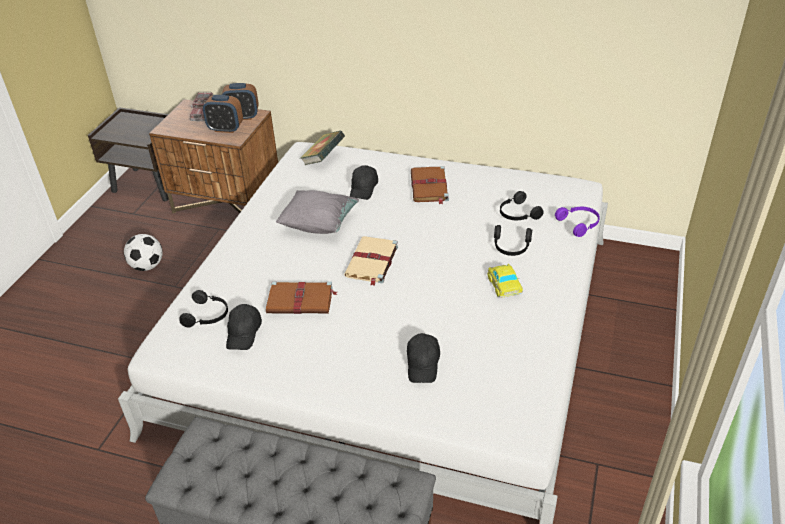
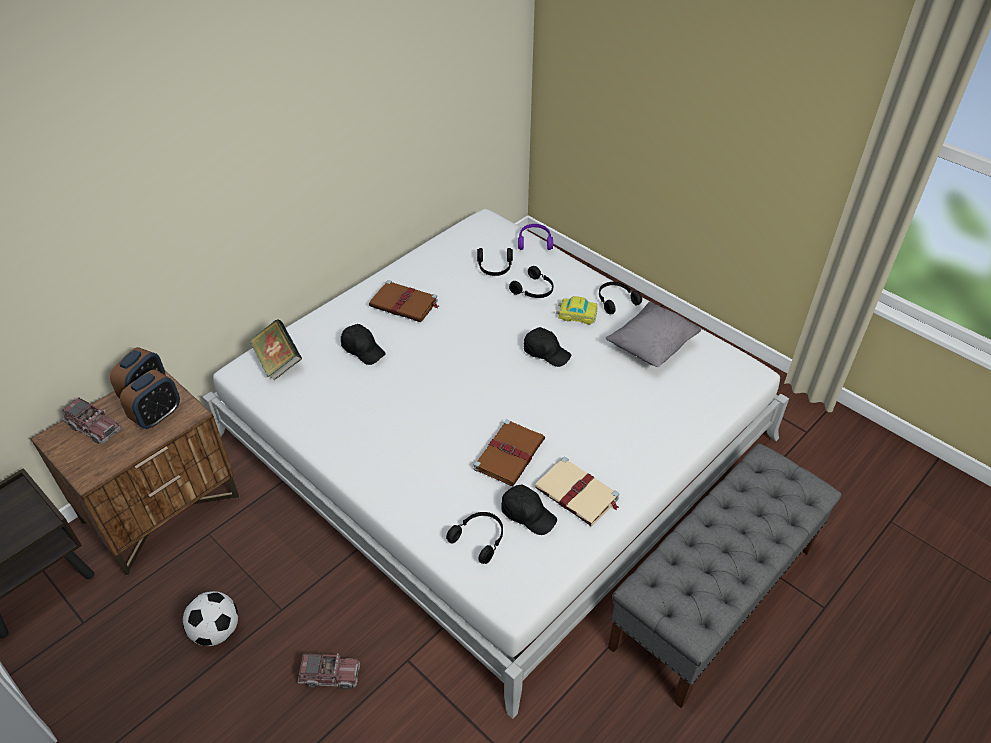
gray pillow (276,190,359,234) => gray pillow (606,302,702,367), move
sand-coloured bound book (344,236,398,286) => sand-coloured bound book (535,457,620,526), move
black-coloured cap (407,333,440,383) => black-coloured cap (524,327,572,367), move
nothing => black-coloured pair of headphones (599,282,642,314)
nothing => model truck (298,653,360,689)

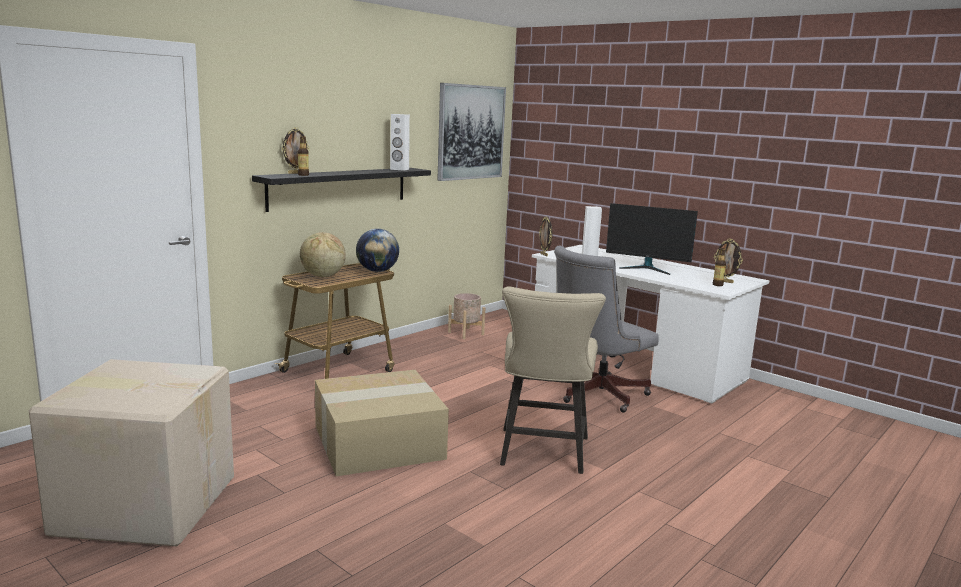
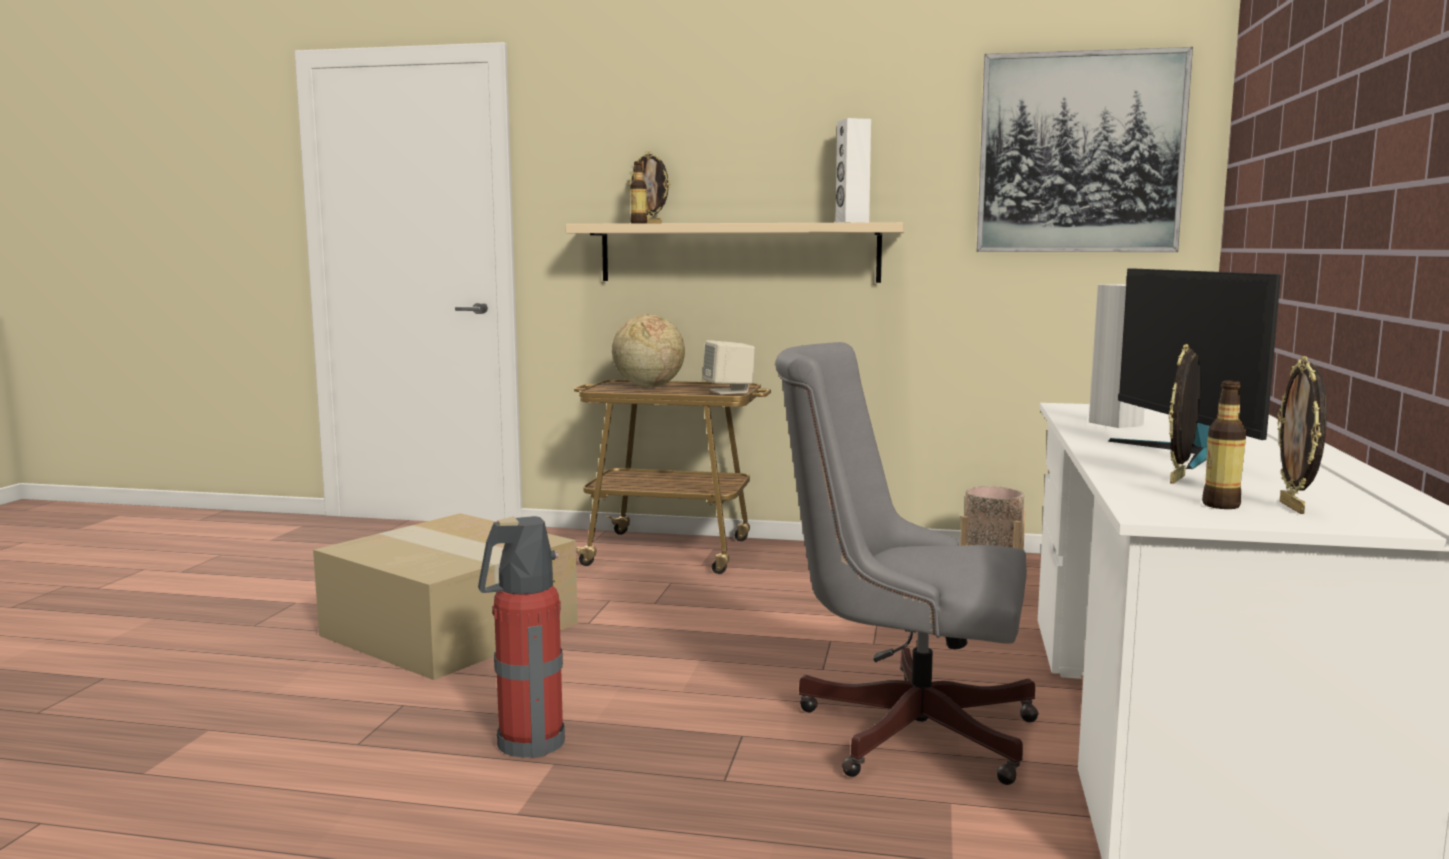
black-coloured wall shelf (252,168,431,212) => sand-coloured wall shelf (566,222,905,283)
photo frame (539,216,553,257) => photo frame (1169,344,1200,484), move
world globe (356,229,399,272) => sand-coloured speaker (703,340,755,394)
sand-coloured plain chair (500,286,606,474) => fire extinguisher (478,516,565,759)
cardboard box (29,359,234,546) => nothing

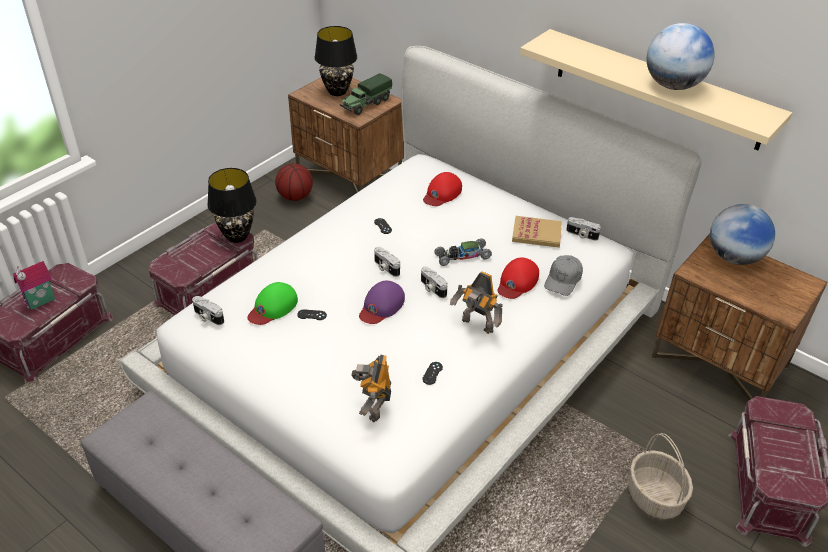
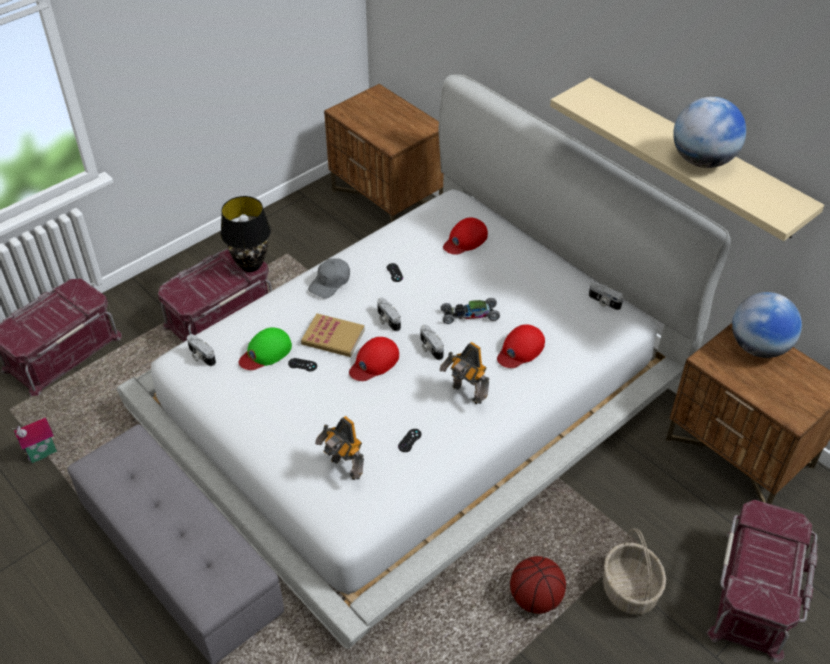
black-coloured tabletop lamp (315,26,357,96) => nothing
model truck (340,73,392,115) => nothing
basketball ball (275,163,313,201) => basketball ball (510,556,566,614), move
bound book (512,216,562,248) => bound book (301,313,365,357), move
gray cap (544,255,583,296) => gray cap (308,258,350,299), move
model house (12,261,55,310) => model house (12,417,57,463), move
purple cap (359,281,405,324) => red cap (349,337,399,381)
model robot (351,355,391,422) => model robot (315,416,364,480), 60 degrees counterclockwise

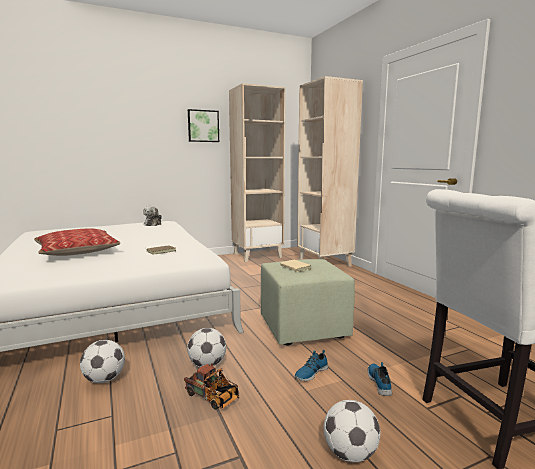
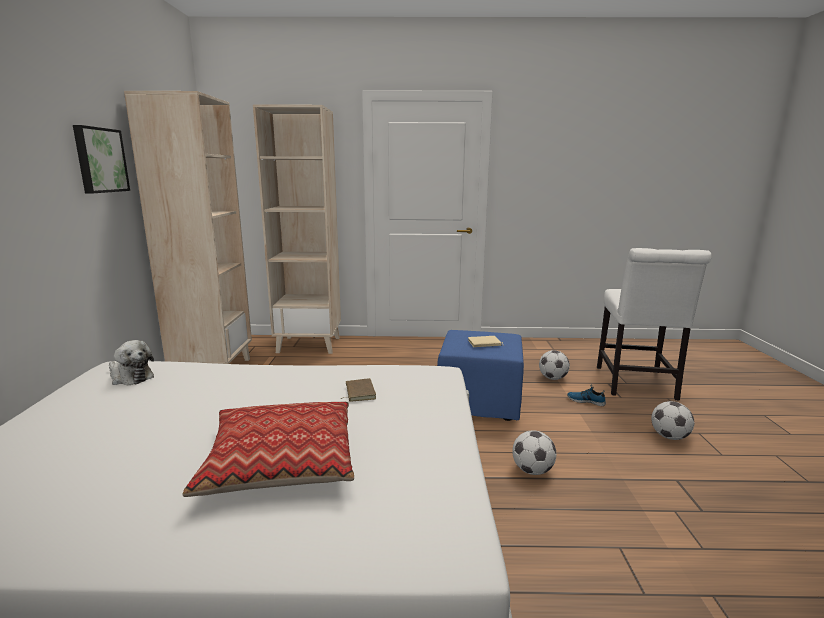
green pouffe (261,259,355,346) => bluish pouffe (437,330,524,421)
ball for football (80,340,125,383) => ball for football (539,350,570,380), move
item of footwear (294,350,328,381) => nothing
model truck (184,363,239,410) => nothing

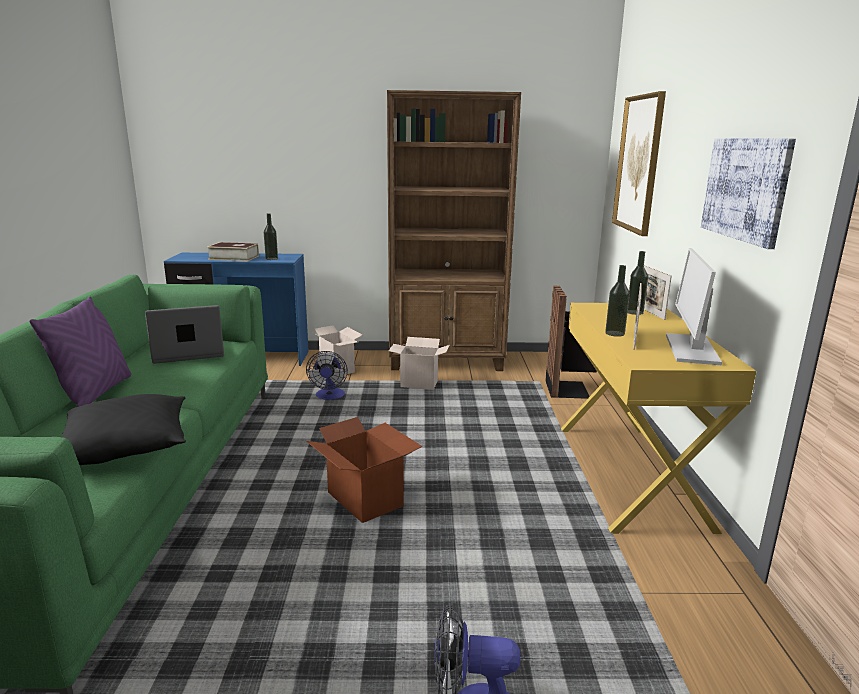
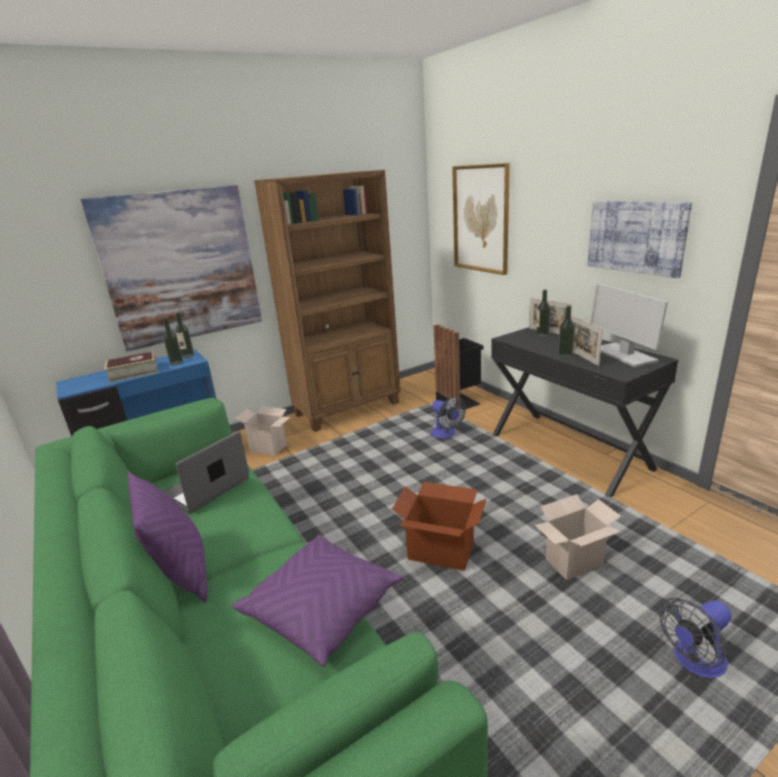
yellowish desk unit (561,303,757,534) => black-coloured desk unit (491,327,678,497)
cardboard box (388,337,450,390) => cardboard box (535,494,622,580), move
fan (306,351,348,400) => fan (431,397,466,438), move
black-coloured pillow (61,394,186,465) => purple pillow (232,535,403,666)
nothing => wall picture (80,185,262,351)
nothing => bottle (175,312,194,358)

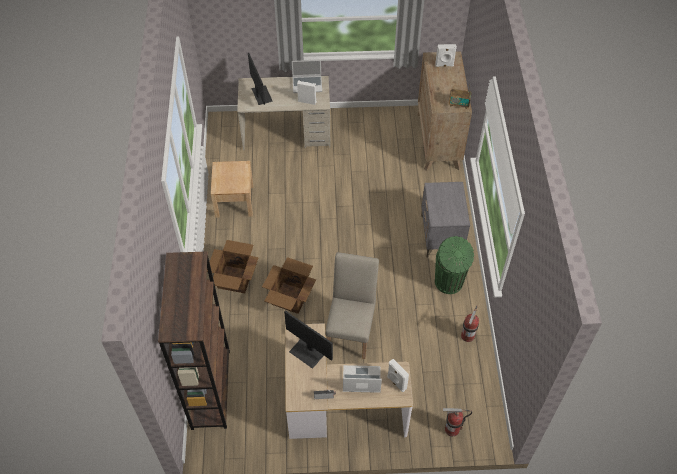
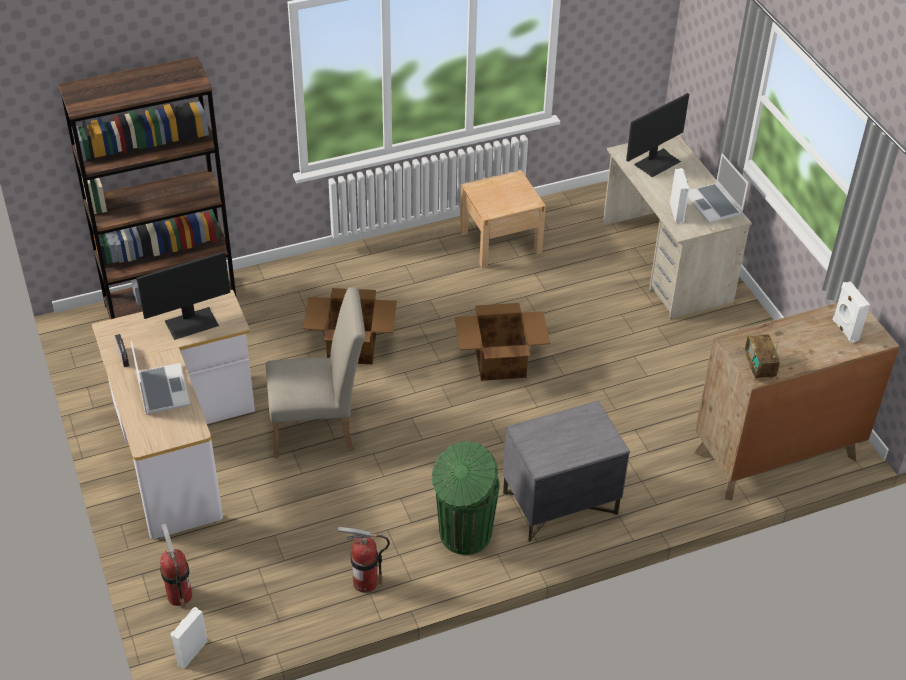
cardboard box (207,240,259,293) => cardboard box (455,303,550,381), move
monitor (284,310,333,369) => monitor (136,251,230,340), 135 degrees counterclockwise
whitish speaker (387,359,409,392) => whitish speaker (171,607,208,669), move

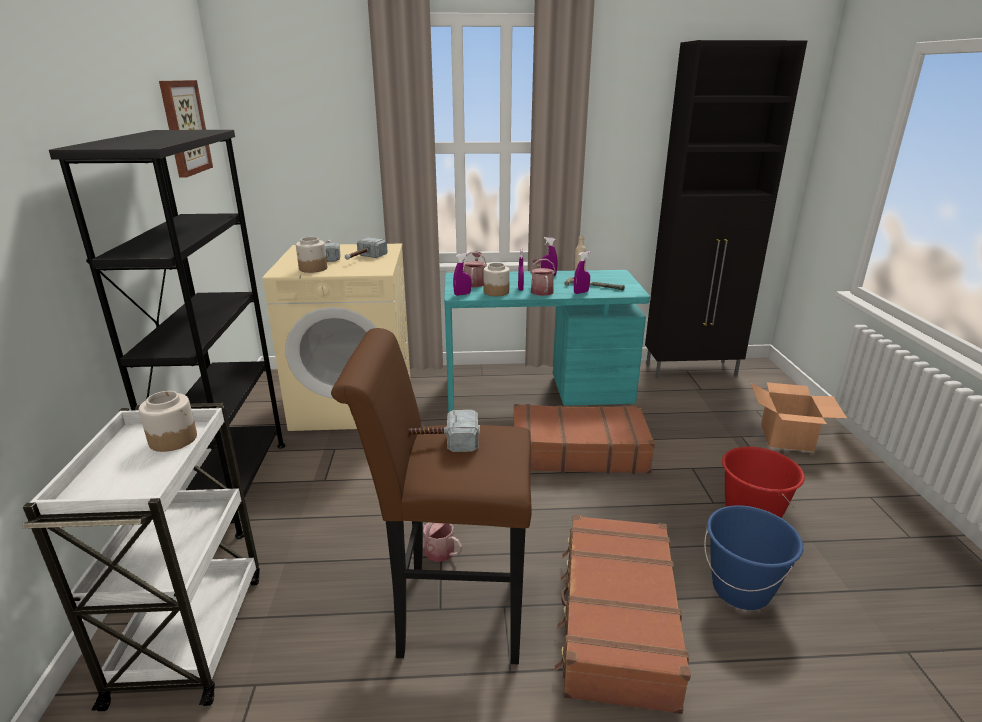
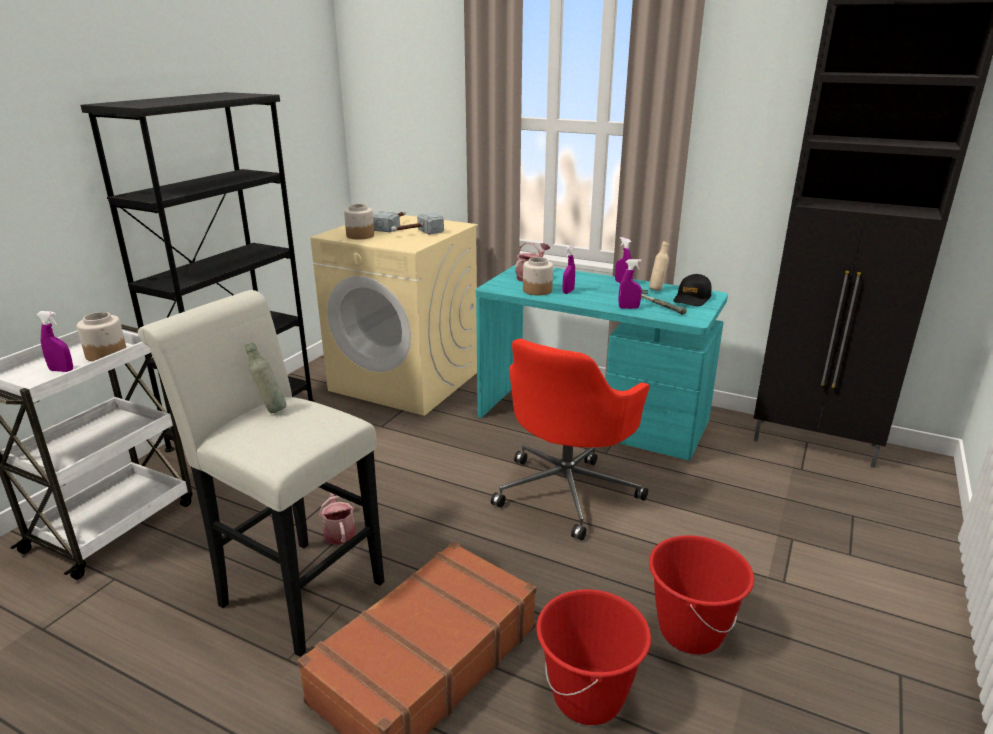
wall picture (159,80,213,178) => nothing
purple hand sprayer (453,253,471,296) => purple hand sprayer (36,311,73,372), move
watering can (530,258,556,296) => nothing
brown sitting stool (331,328,532,664) => whitish sitting stool (138,290,385,657)
cardboard box (751,382,847,452) => nothing
brown travel case (513,404,655,474) => red computer chair (491,339,650,541)
hand hammer (408,410,480,452) => gray bottle (245,343,286,413)
bluish bucket (704,505,803,610) => red bucket (537,589,651,725)
nothing => black-coloured cap (673,274,712,306)

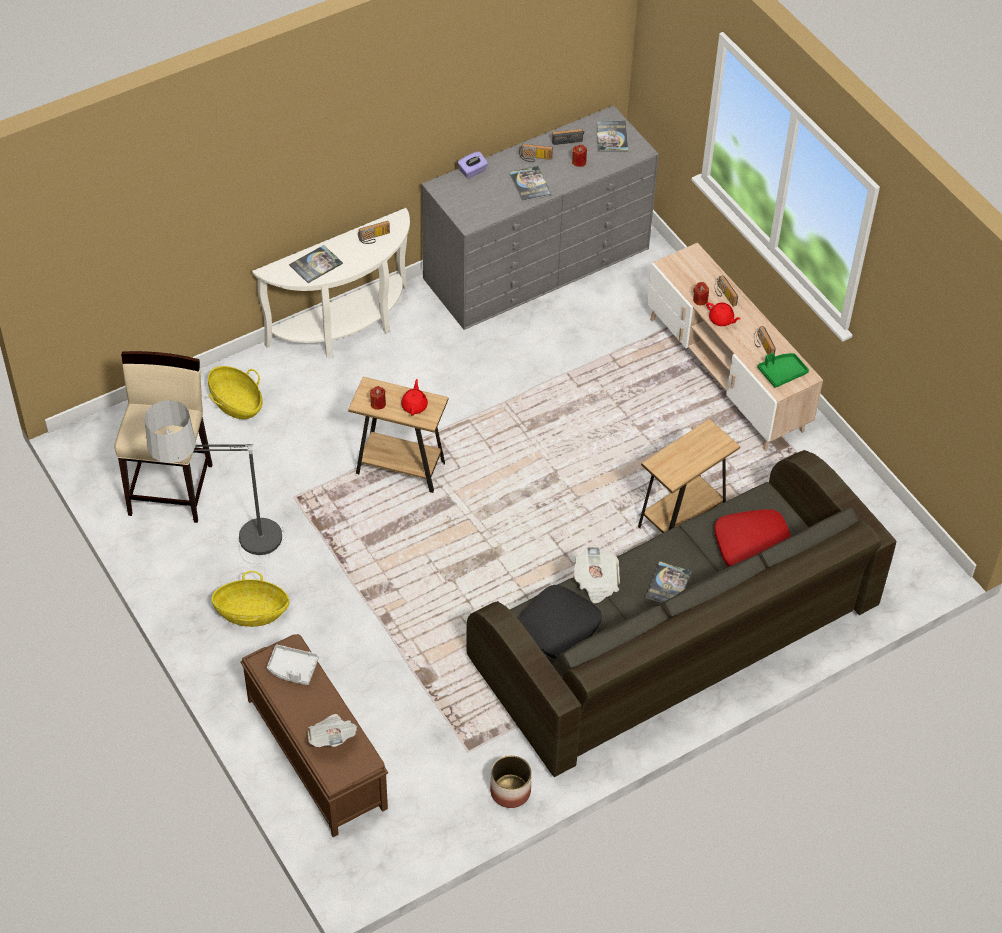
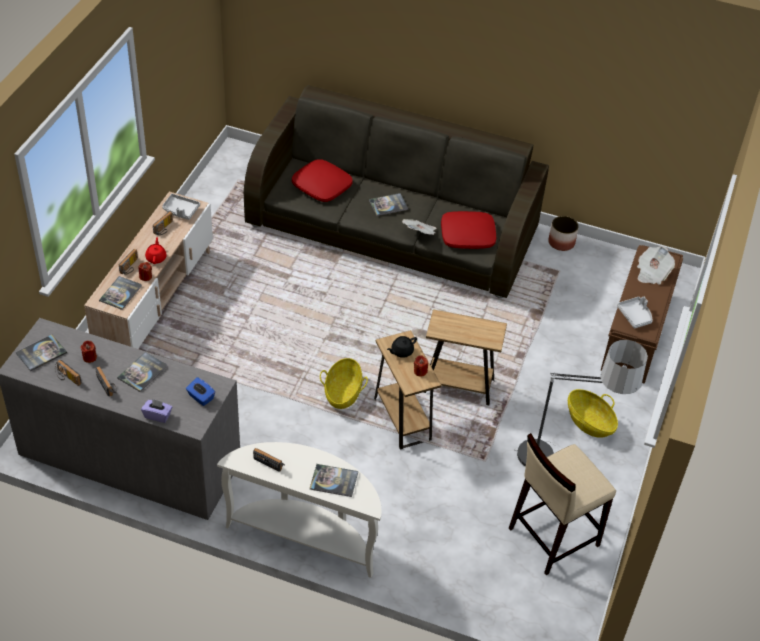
green serving tray (757,353,809,388) => gray serving tray (162,194,200,220)
household basket (208,366,263,419) => household basket (320,358,368,409), move
red tea pot (401,379,428,416) => black-coloured tea pot (387,336,417,358)
brown end table (638,419,740,533) => brown end table (423,309,507,405), move
black-coloured pillow (518,585,602,659) => red pillow (441,211,496,249)
nothing => bound book (99,276,142,310)
nothing => bluish tissue box (186,377,215,406)

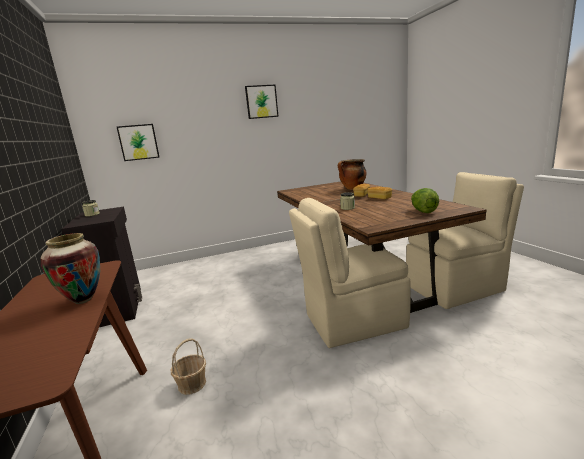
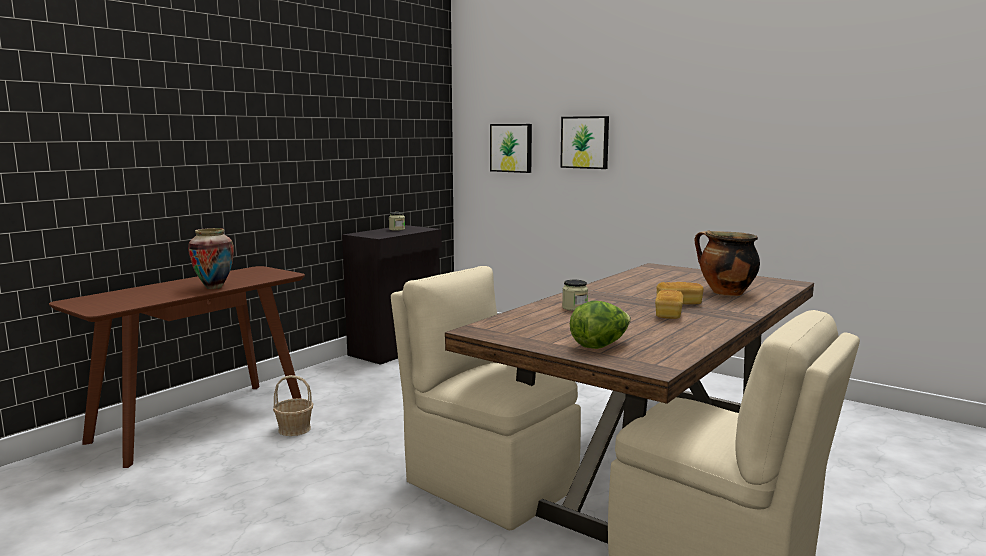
wall picture (245,85,279,119) => wall picture (560,116,609,169), move

